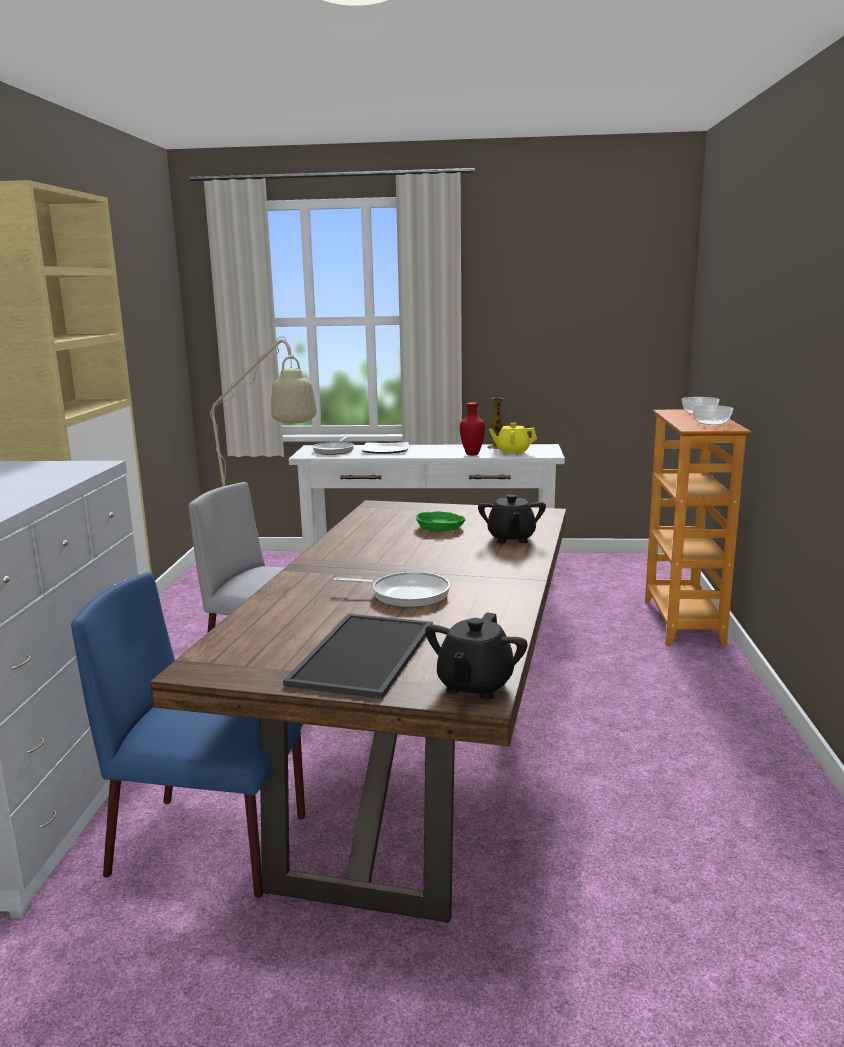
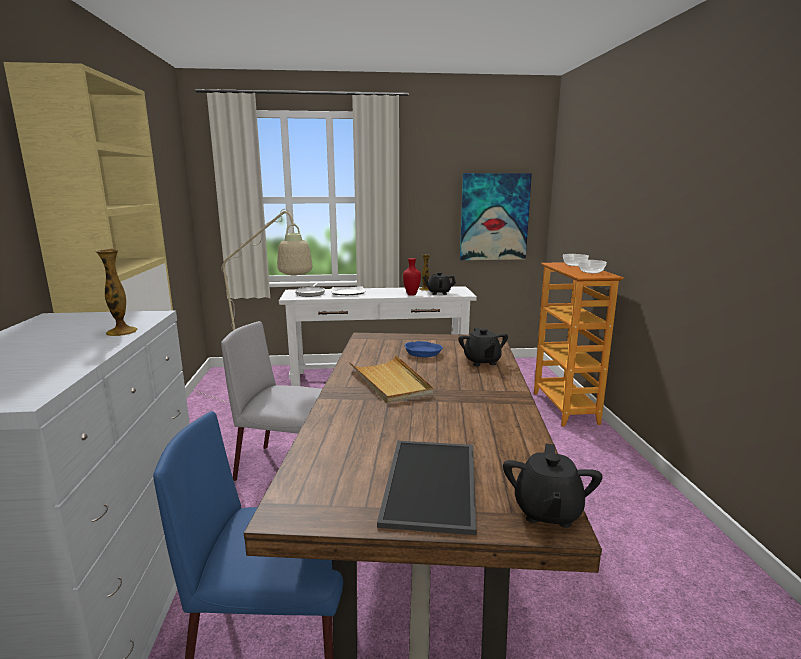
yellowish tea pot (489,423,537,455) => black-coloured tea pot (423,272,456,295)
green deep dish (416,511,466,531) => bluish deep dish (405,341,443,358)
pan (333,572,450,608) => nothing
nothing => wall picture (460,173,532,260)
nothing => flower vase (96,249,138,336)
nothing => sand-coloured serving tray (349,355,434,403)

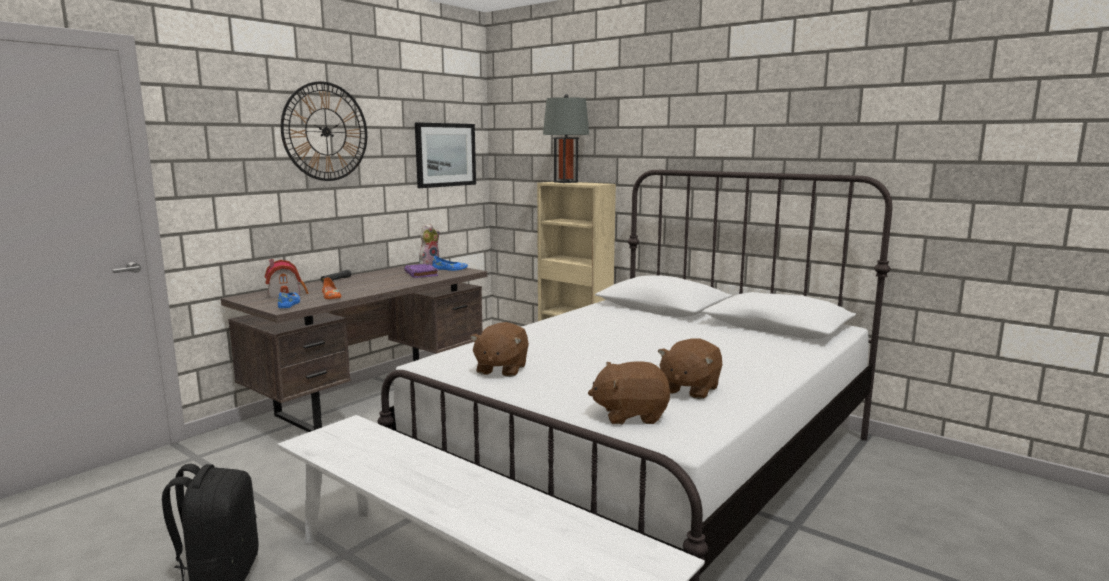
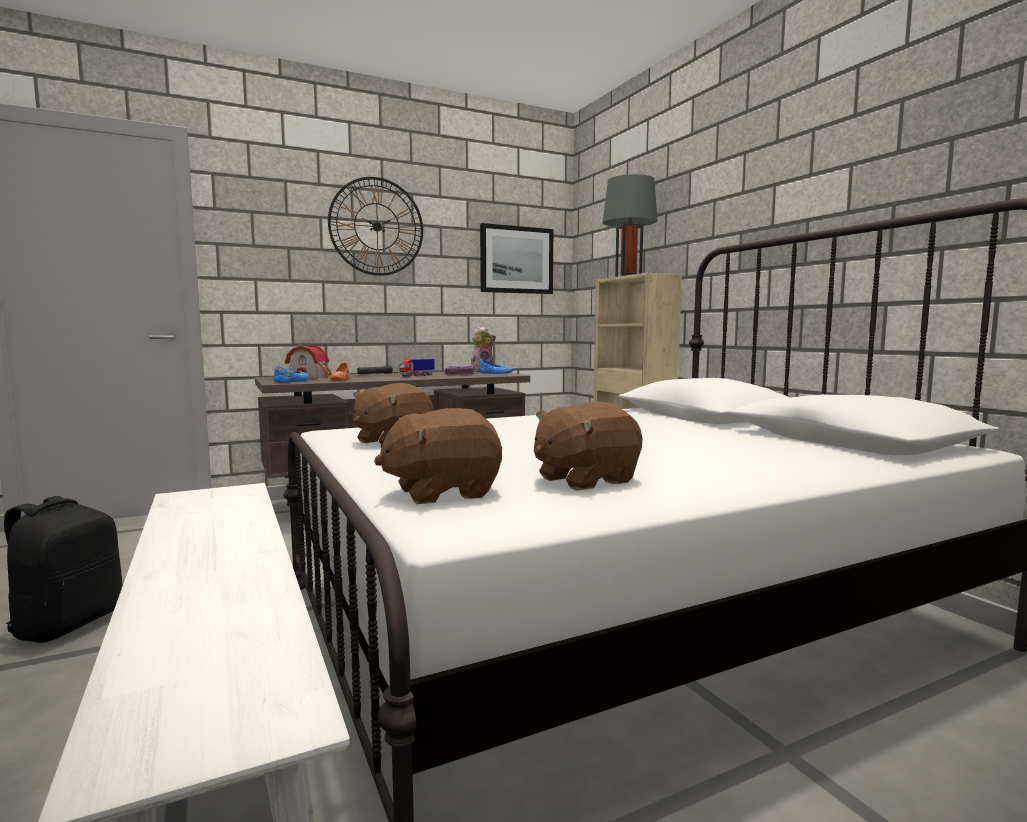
brown cuddly toy (588,361,670,424) => brown cuddly toy (374,408,502,504), 45 degrees counterclockwise
nothing => model truck (399,359,435,377)

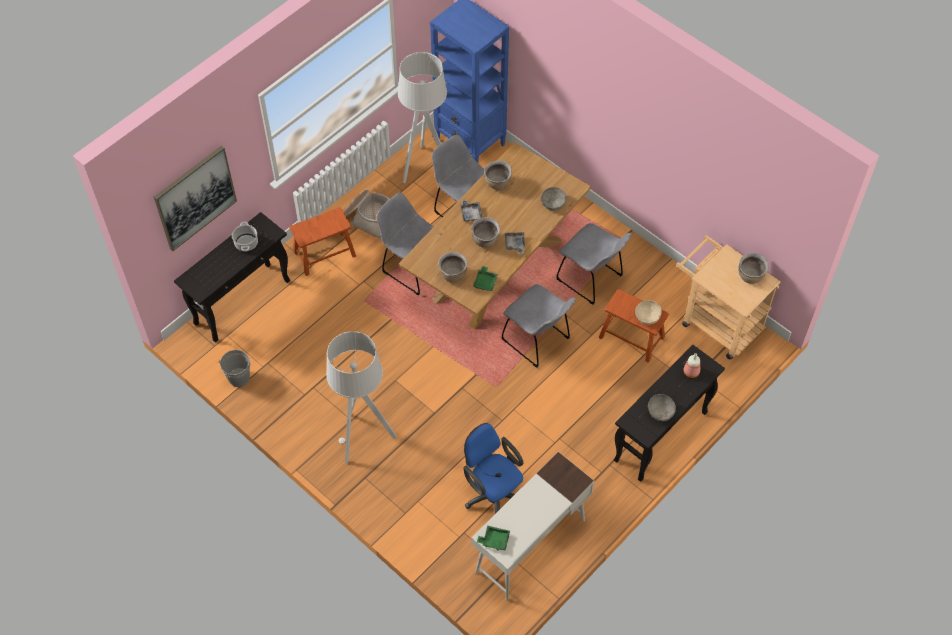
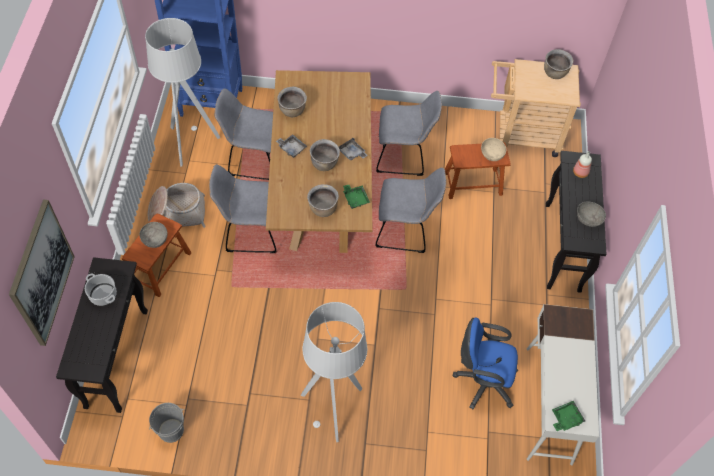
gray deep dish (541,187,566,211) => gray deep dish (140,222,168,248), move

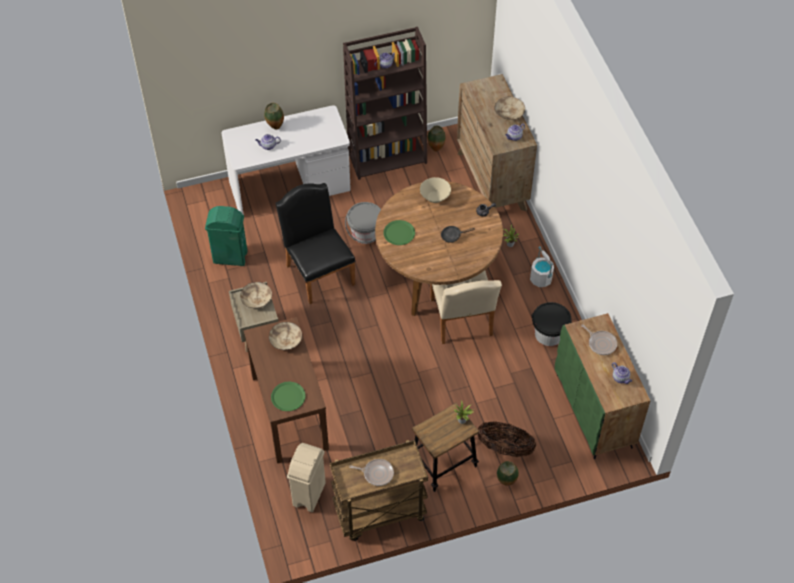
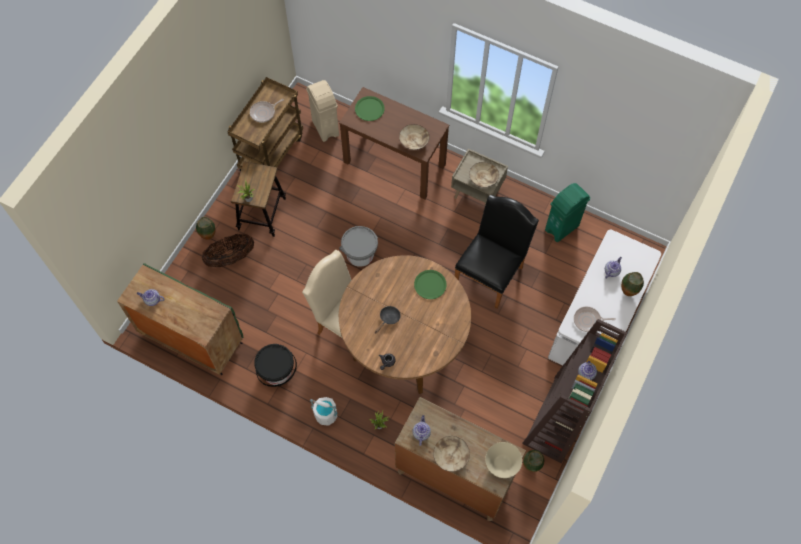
sand-coloured deep dish (420,177,451,203) => sand-coloured deep dish (485,442,522,478), move
black-coloured plain chair (275,183,355,304) => black-coloured plain chair (455,195,539,309), 75 degrees counterclockwise
gray bucket (345,202,381,244) => gray bucket (339,226,378,267), move
pan (581,324,617,355) => pan (574,306,616,332), move

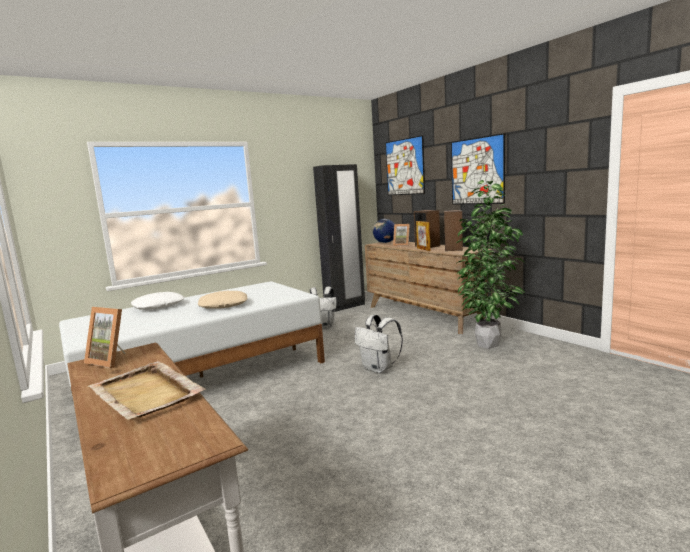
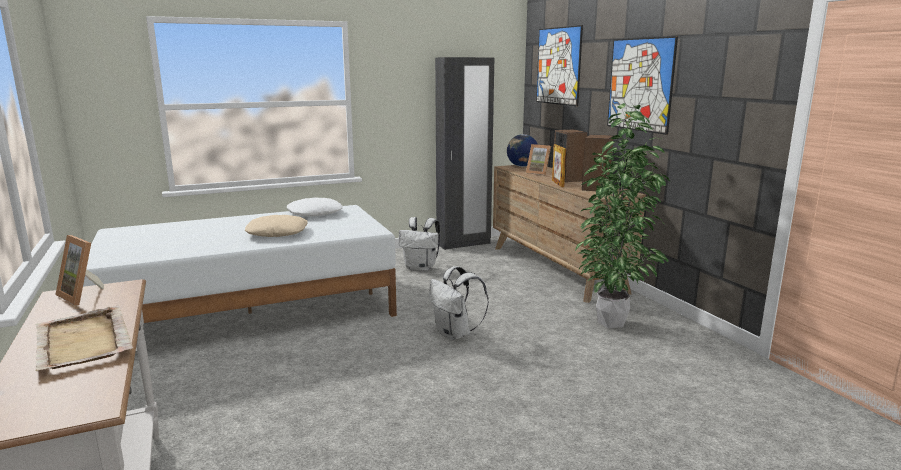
whitish pillow (131,292,184,310) => whitish pillow (287,198,343,216), move

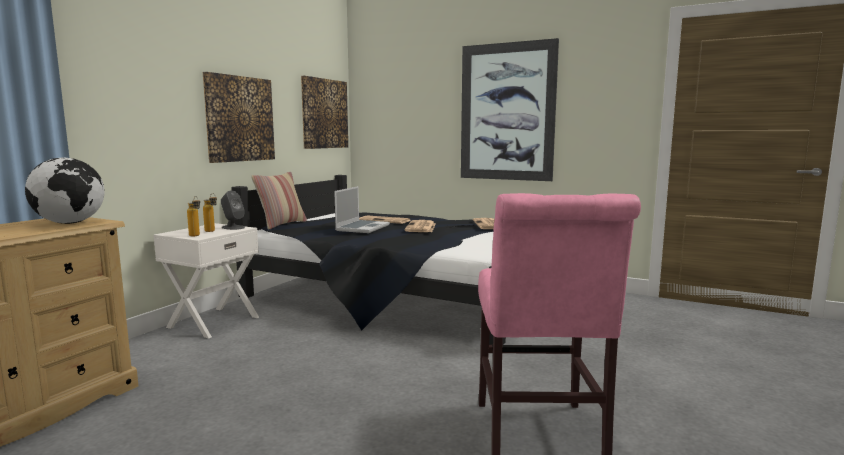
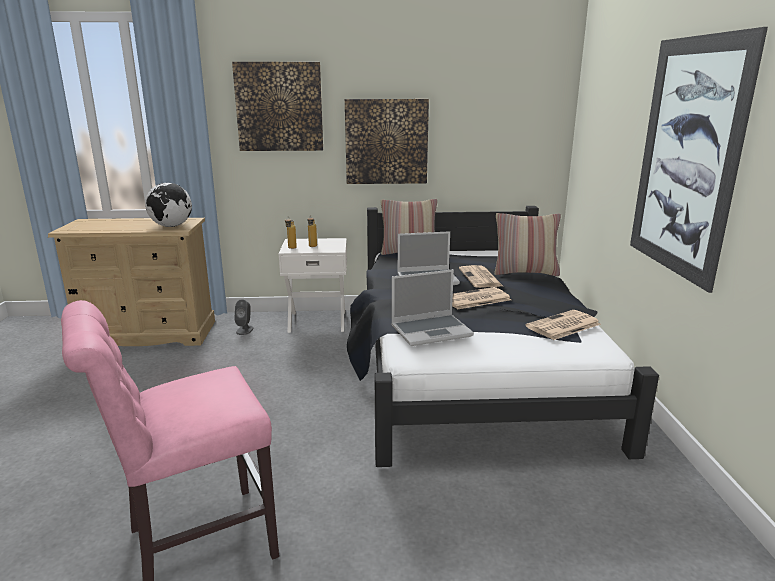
wall picture (301,76,348,149) => wall picture (232,62,323,151), move
gray speaker (221,191,245,230) => gray speaker (234,299,254,335), move
nothing => pillow (494,213,561,276)
nothing => notebook computer (391,269,474,346)

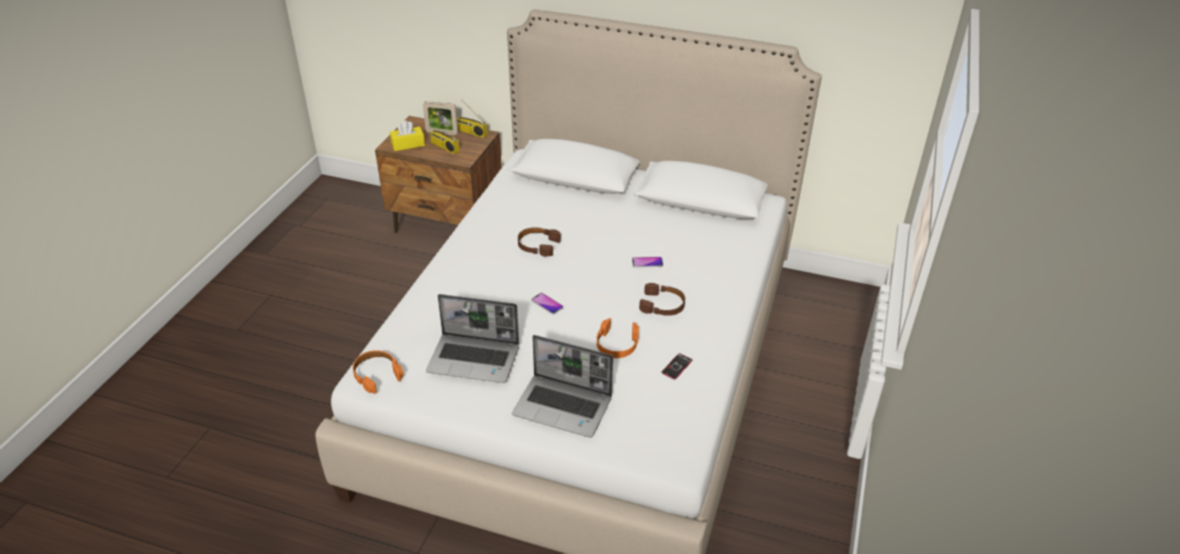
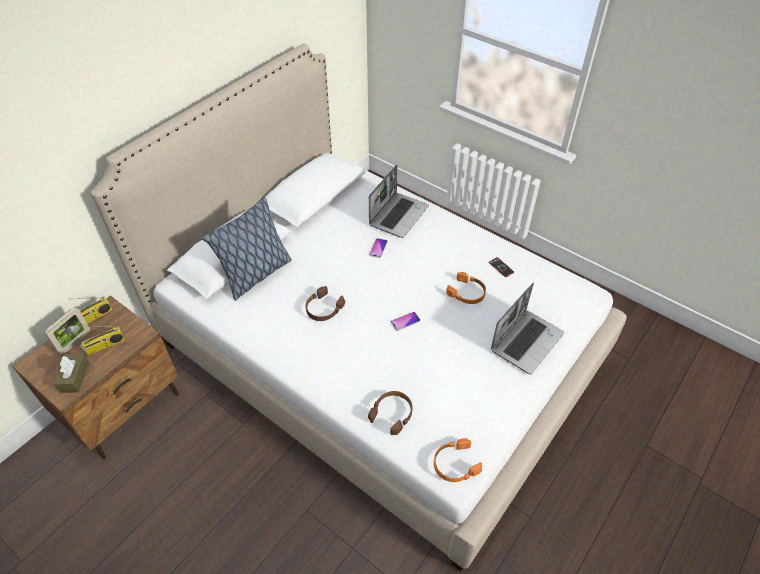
yellowish tissue box (390,120,425,151) => brown tissue box (54,354,89,393)
brown pair of headphones (639,283,685,316) => brown pair of headphones (368,391,412,435), move
notebook computer (426,294,519,383) => notebook computer (369,165,429,238), move
nothing => pillow (202,197,292,301)

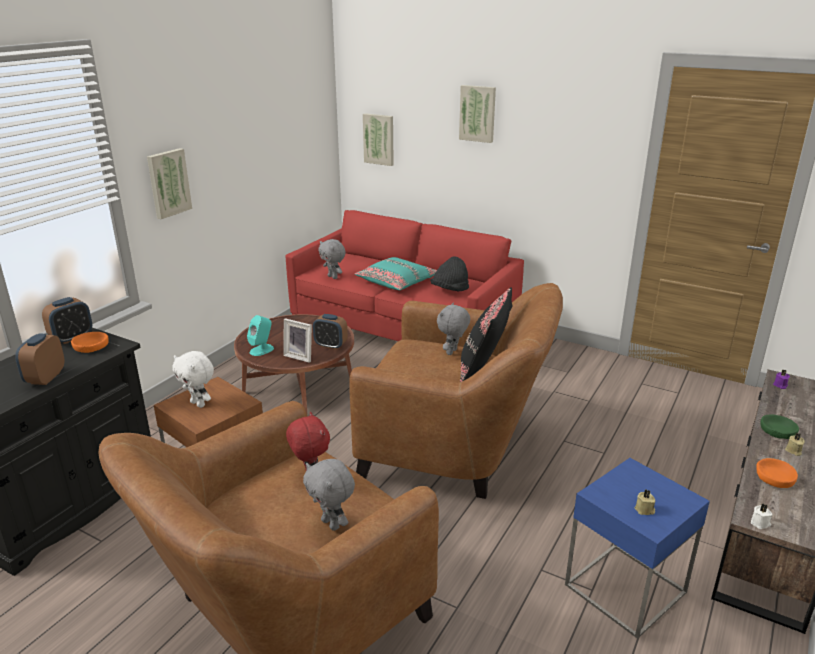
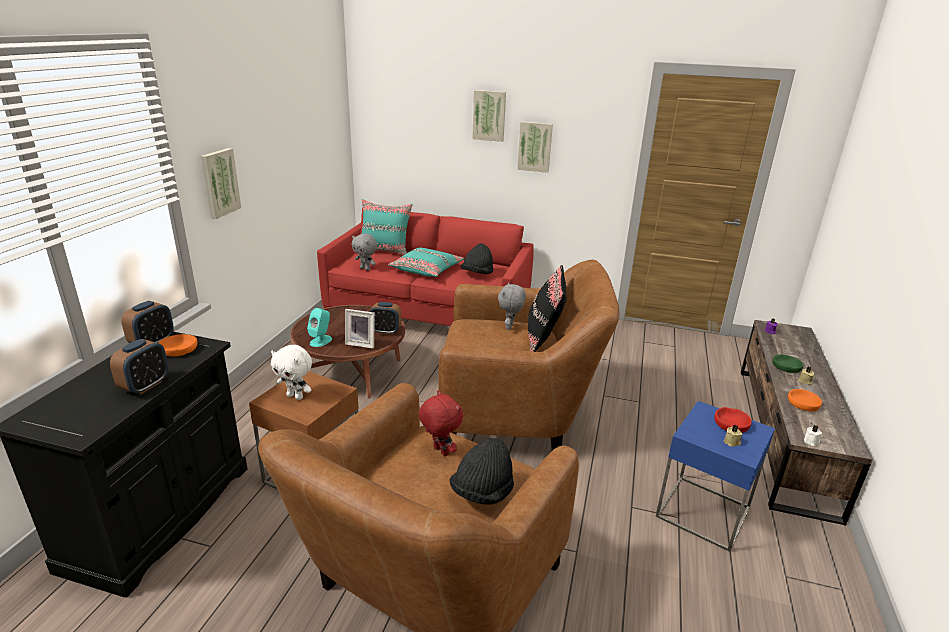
wall picture (363,113,394,166) => wall picture (517,121,553,173), move
table clock (15,333,64,385) => table clock (110,339,168,394), 150 degrees counterclockwise
gray cuddly toy (303,459,355,531) => black-coloured wearable hat (449,438,514,505)
nothing => turquoise-coloured pillow (362,199,413,255)
nothing => red deep dish (714,407,752,433)

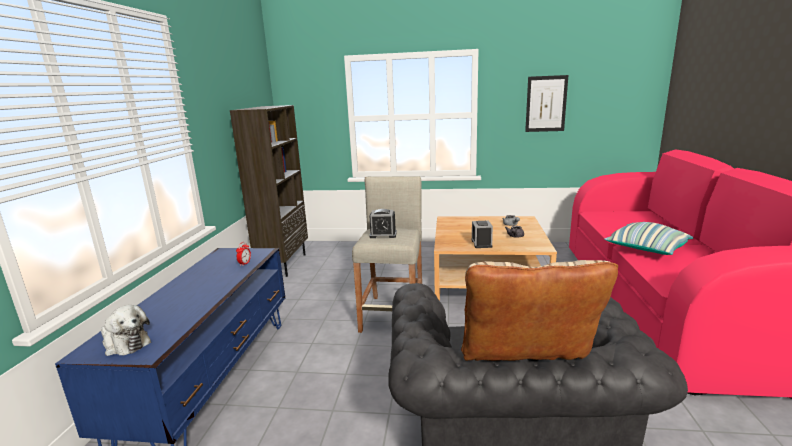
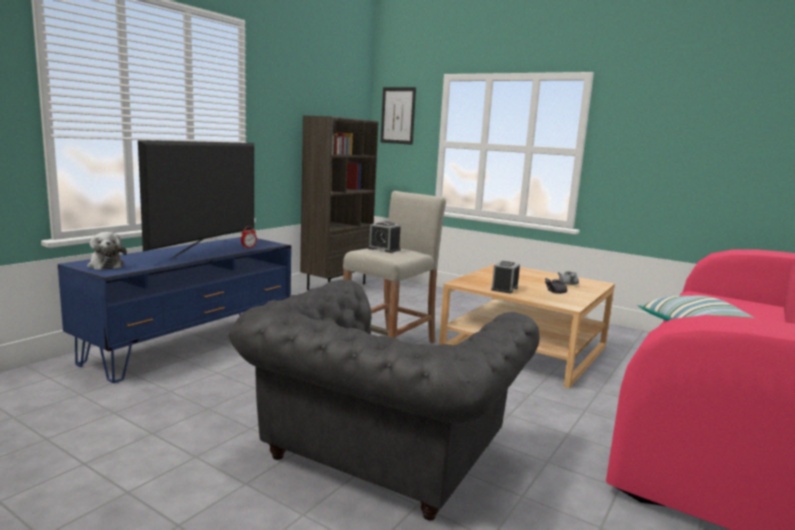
wall picture (525,75,568,132) => wall picture (381,87,416,145), move
sand-coloured pillow (461,260,618,361) => nothing
nothing => television (138,140,254,259)

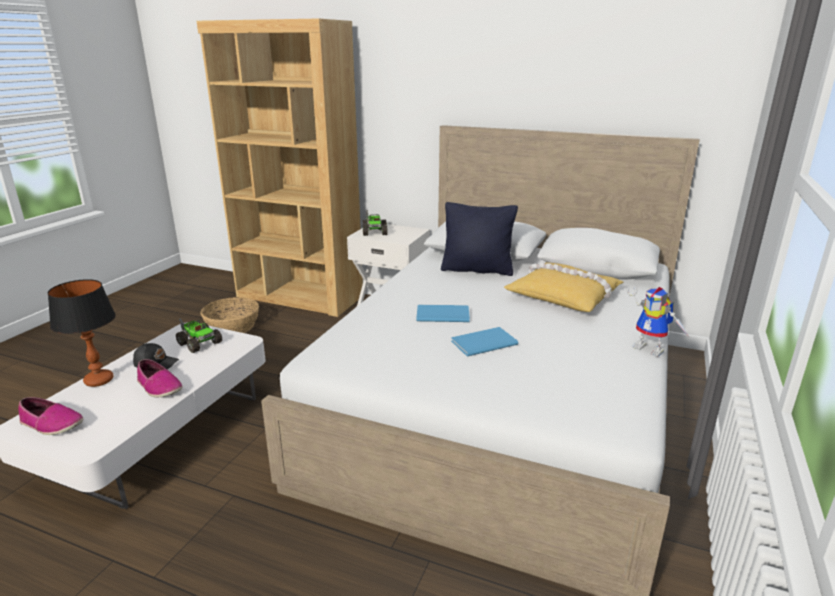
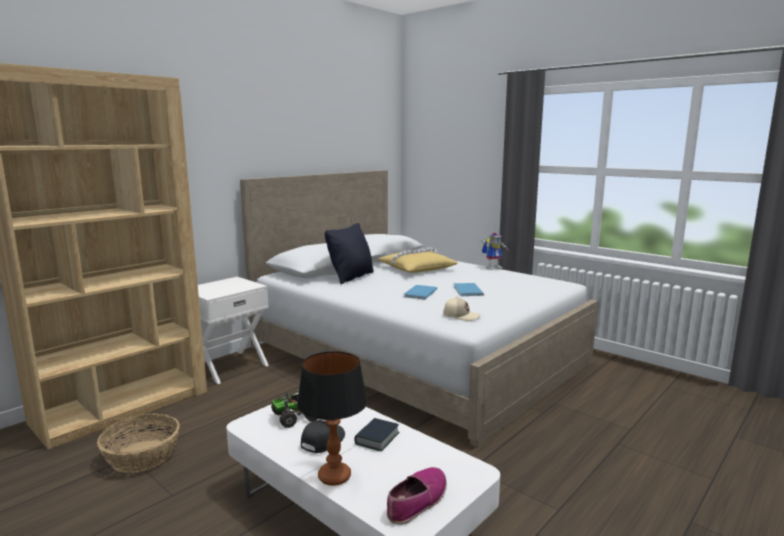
model truck (362,210,388,236) => nothing
item of footwear (137,359,183,397) => bound book (354,418,400,451)
nothing => sand-coloured cap (443,297,481,321)

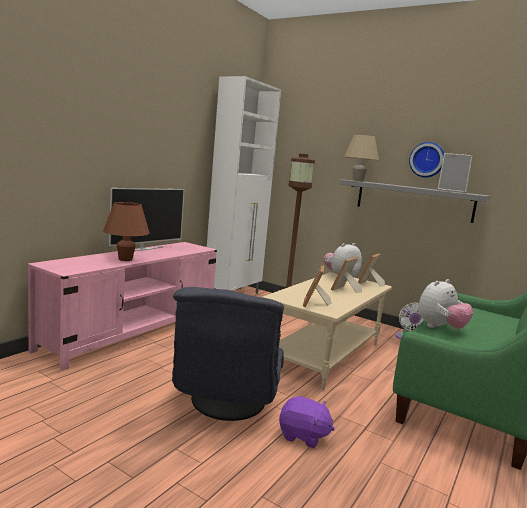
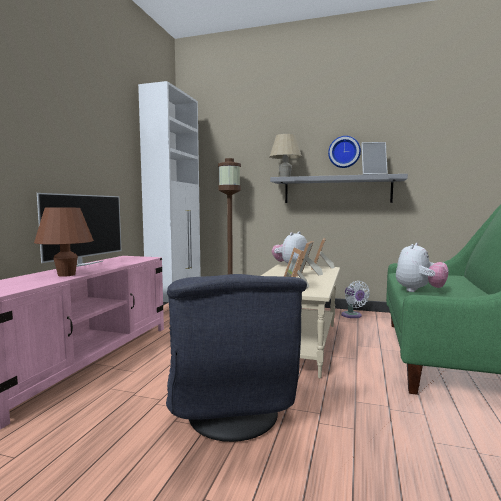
purple cuddly toy (279,396,335,448) => nothing

